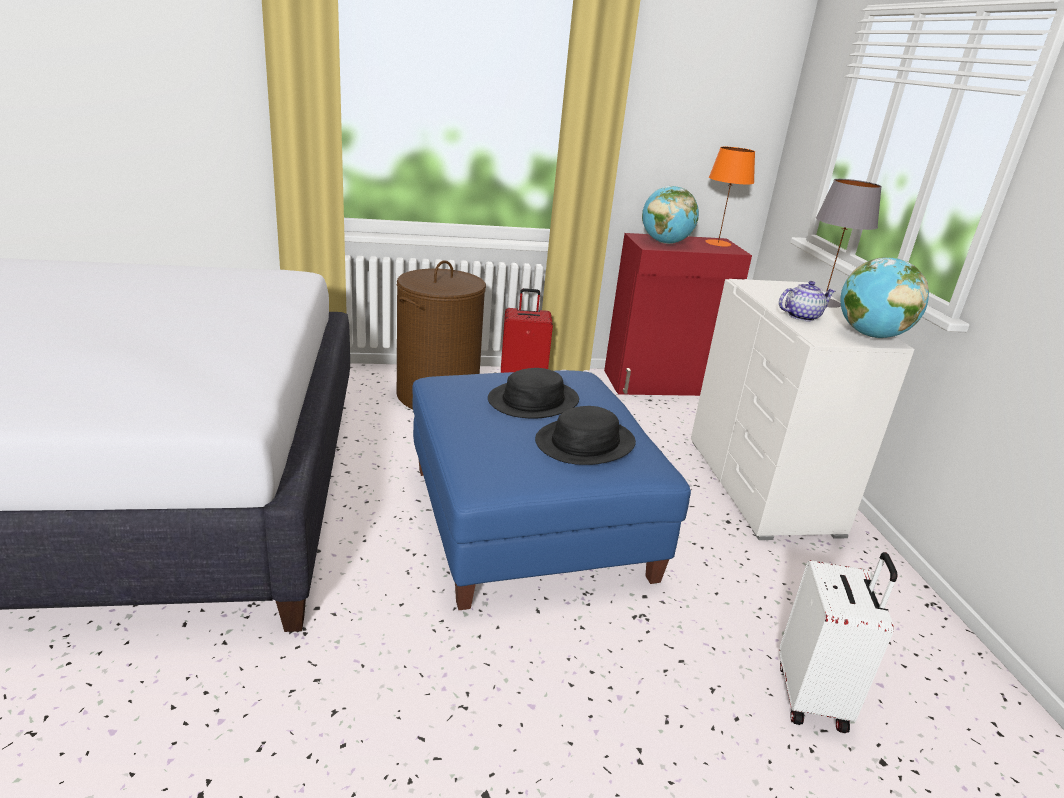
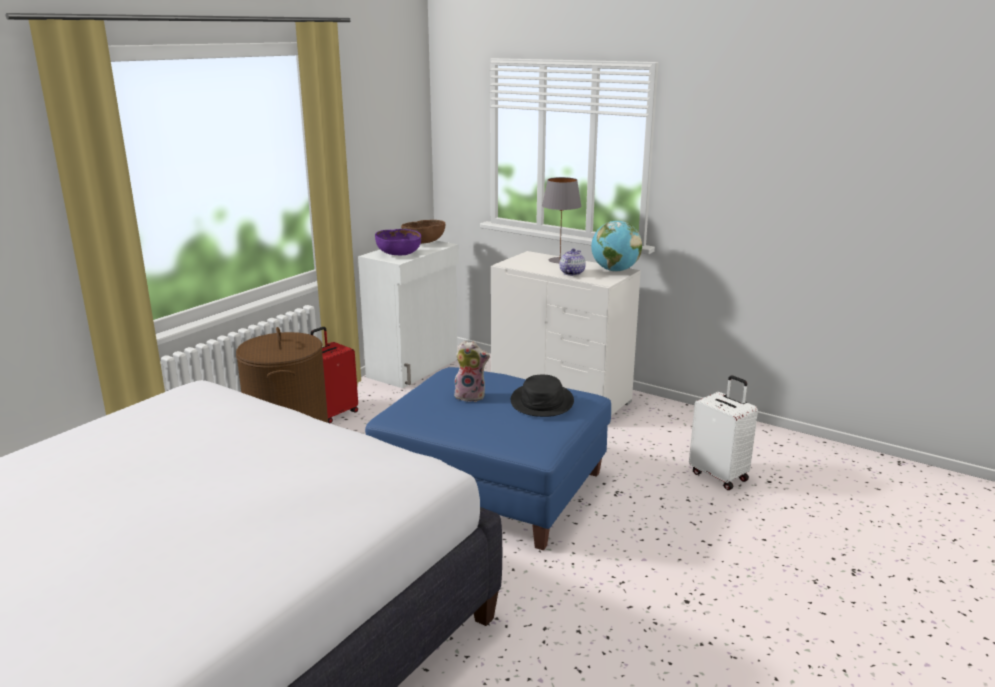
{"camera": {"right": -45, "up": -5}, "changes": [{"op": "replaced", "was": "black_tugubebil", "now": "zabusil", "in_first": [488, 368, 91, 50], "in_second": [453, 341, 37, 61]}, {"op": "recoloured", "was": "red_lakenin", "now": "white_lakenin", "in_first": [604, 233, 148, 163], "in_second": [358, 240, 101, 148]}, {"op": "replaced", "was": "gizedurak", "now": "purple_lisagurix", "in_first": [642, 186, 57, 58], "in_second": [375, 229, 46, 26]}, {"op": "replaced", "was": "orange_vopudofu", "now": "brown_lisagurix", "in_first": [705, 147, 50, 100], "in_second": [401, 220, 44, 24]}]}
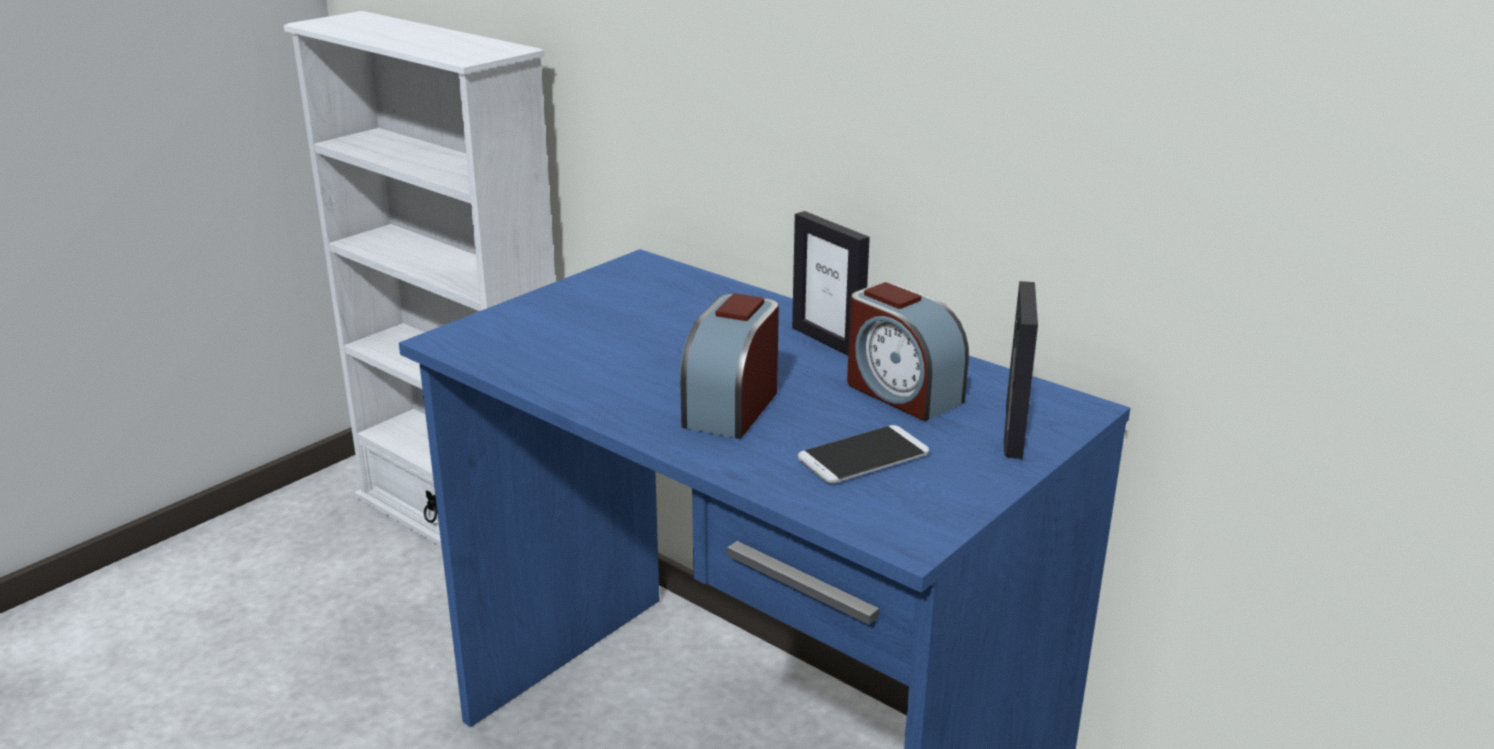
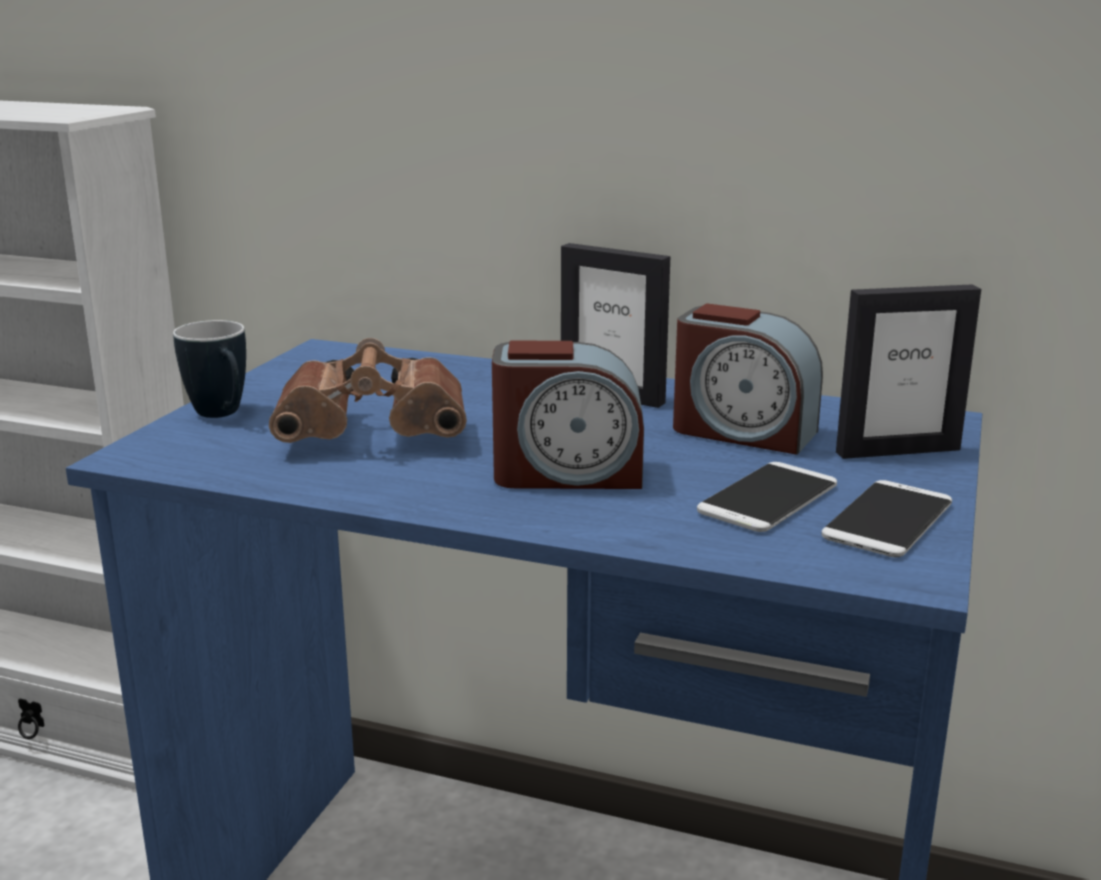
{"camera": {"right": -20, "up": -5}, "changes": [{"op": "turned", "was": "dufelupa", "in_first": [680, 293, 99, 146], "in_second": [492, 341, 152, 148], "clockwise": -90}, {"op": "turned", "was": "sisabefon", "in_first": [1004, 281, 34, 178], "in_second": [836, 284, 145, 175], "clockwise": 90}, {"op": "added", "now": "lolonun", "in_second": [173, 320, 73, 98]}, {"op": "added", "now": "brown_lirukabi", "in_second": [269, 338, 198, 105]}, {"op": "added", "now": "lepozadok", "in_second": [821, 480, 131, 77]}]}
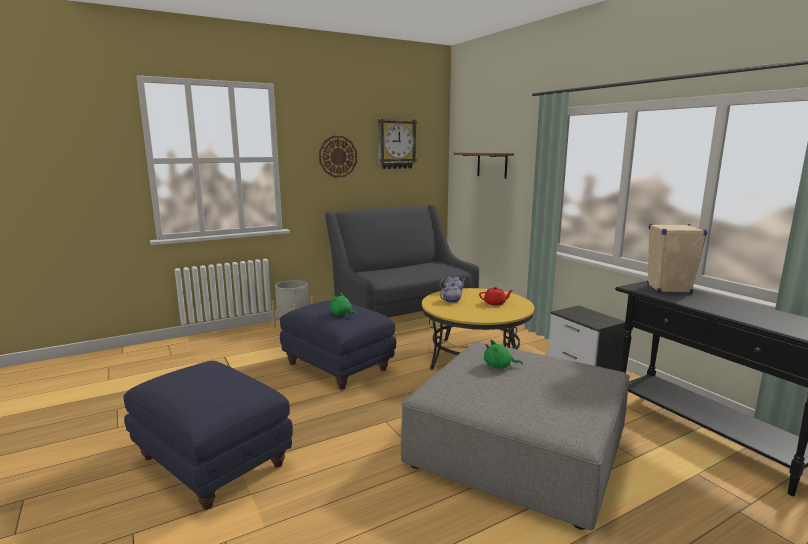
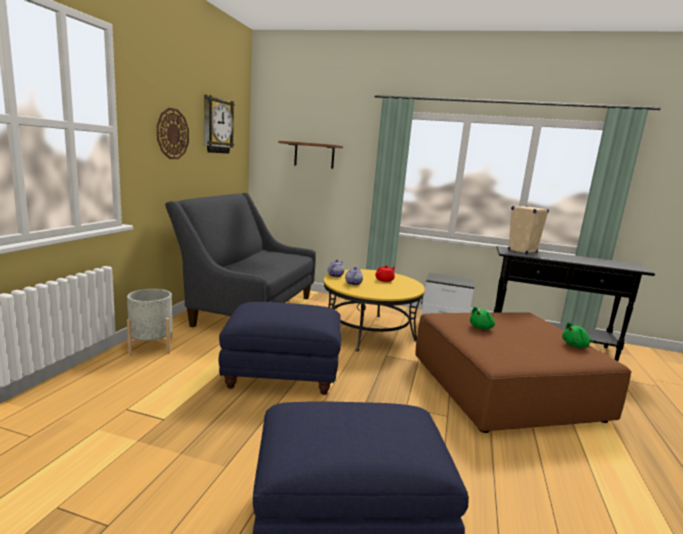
{"camera": {"right": -45, "up": 0}, "changes": [{"op": "moved", "was": "green_zabusil", "in_first": [330, 293, 28, 23], "in_second": [562, 322, 31, 26]}, {"op": "recoloured", "was": "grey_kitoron", "now": "brown_kitoron", "in_first": [401, 342, 229, 189], "in_second": [415, 313, 217, 120]}]}
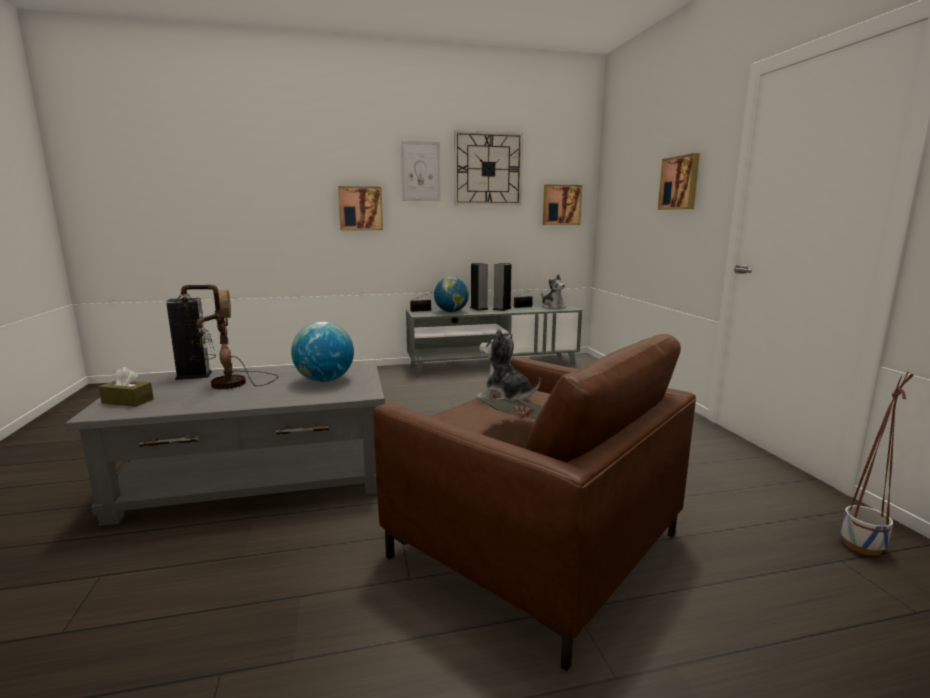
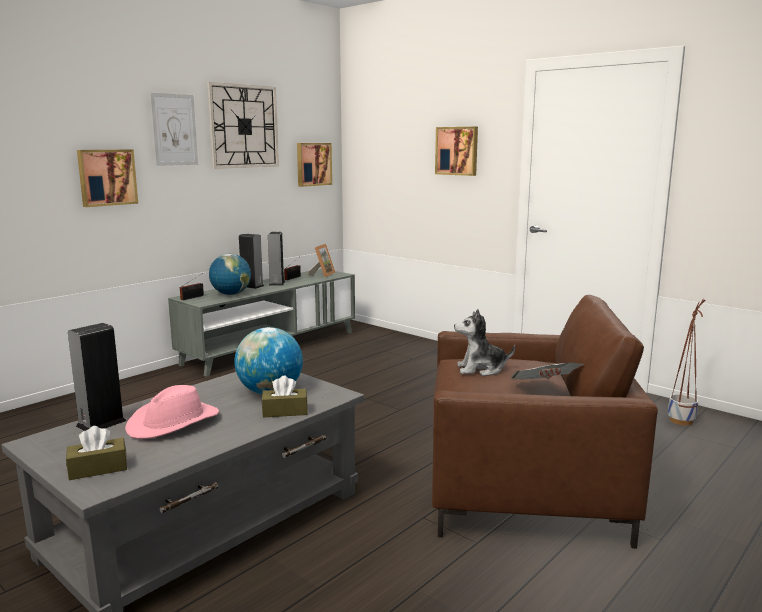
{"camera": {"right": -35, "up": 0}, "changes": [{"op": "replaced", "was": "vopudofu", "now": "pink_tugubebil", "in_first": [175, 284, 103, 105], "in_second": [125, 385, 94, 54]}, {"op": "replaced", "was": "zabusil", "now": "sisabefon", "in_first": [541, 274, 26, 35], "in_second": [308, 244, 28, 33]}, {"op": "added", "now": "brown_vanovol", "in_second": [262, 376, 46, 41]}]}
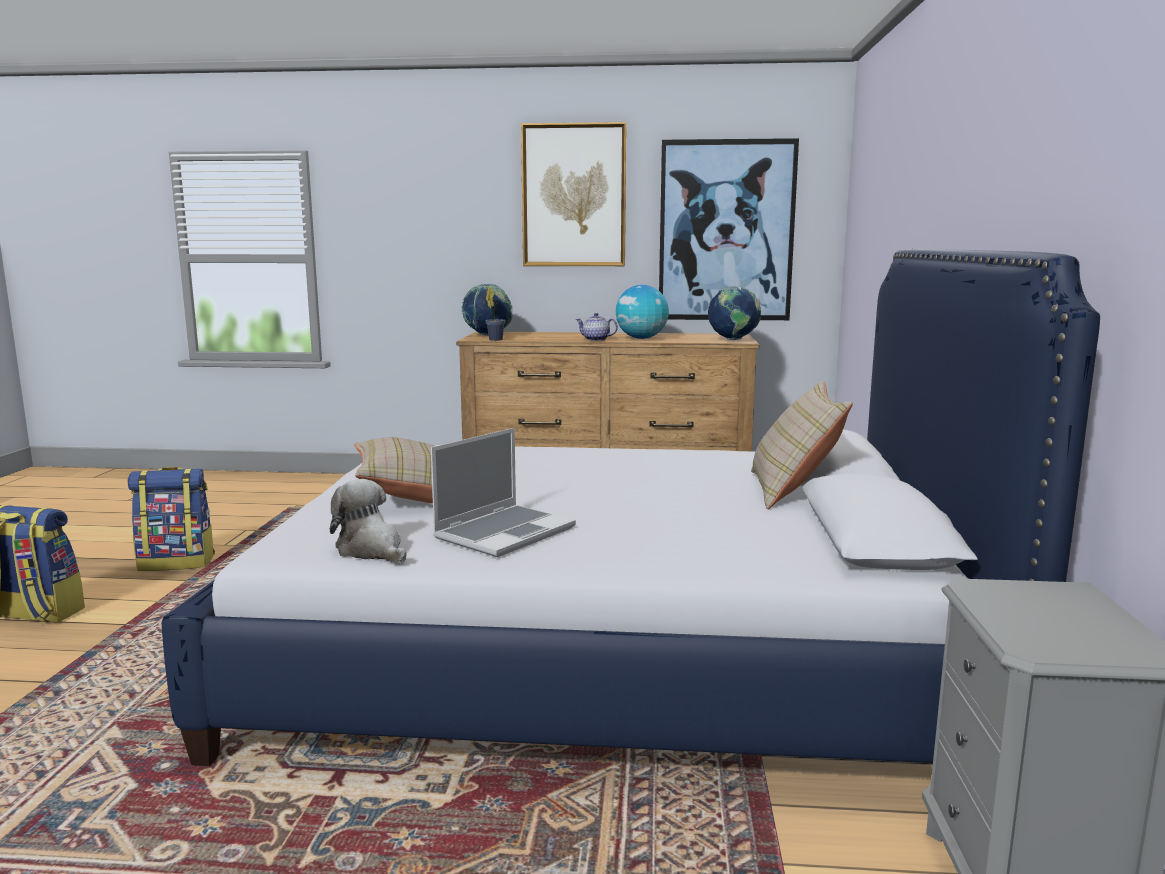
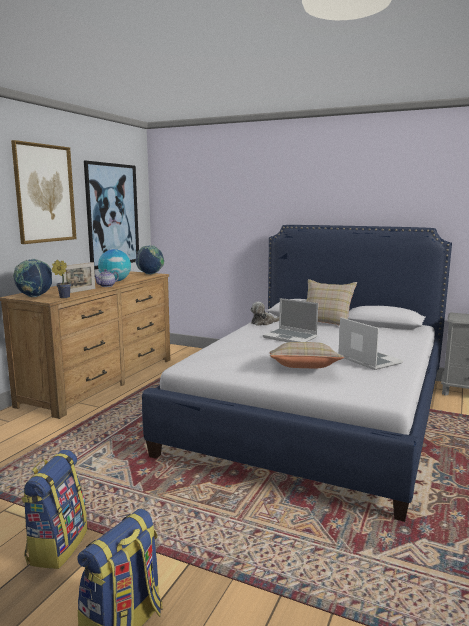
{"camera": {"right": -70, "up": 0}, "changes": [{"op": "moved", "was": "zabusil", "in_first": [330, 479, 76, 84], "in_second": [250, 302, 29, 24]}, {"op": "added", "now": "sisabefon", "in_second": [62, 262, 34, 31]}, {"op": "added", "now": "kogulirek", "in_second": [263, 298, 55, 44]}]}
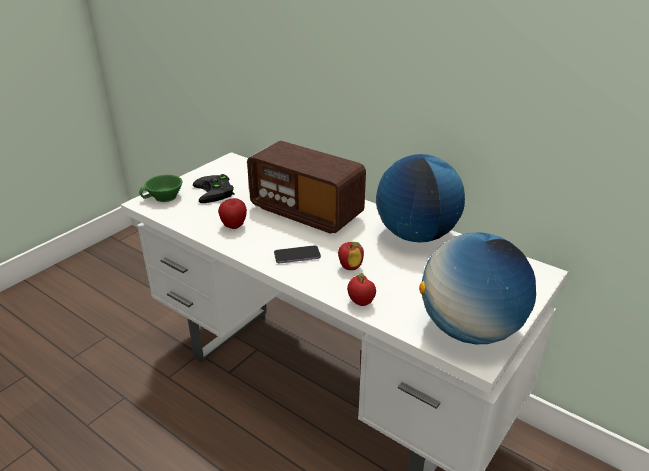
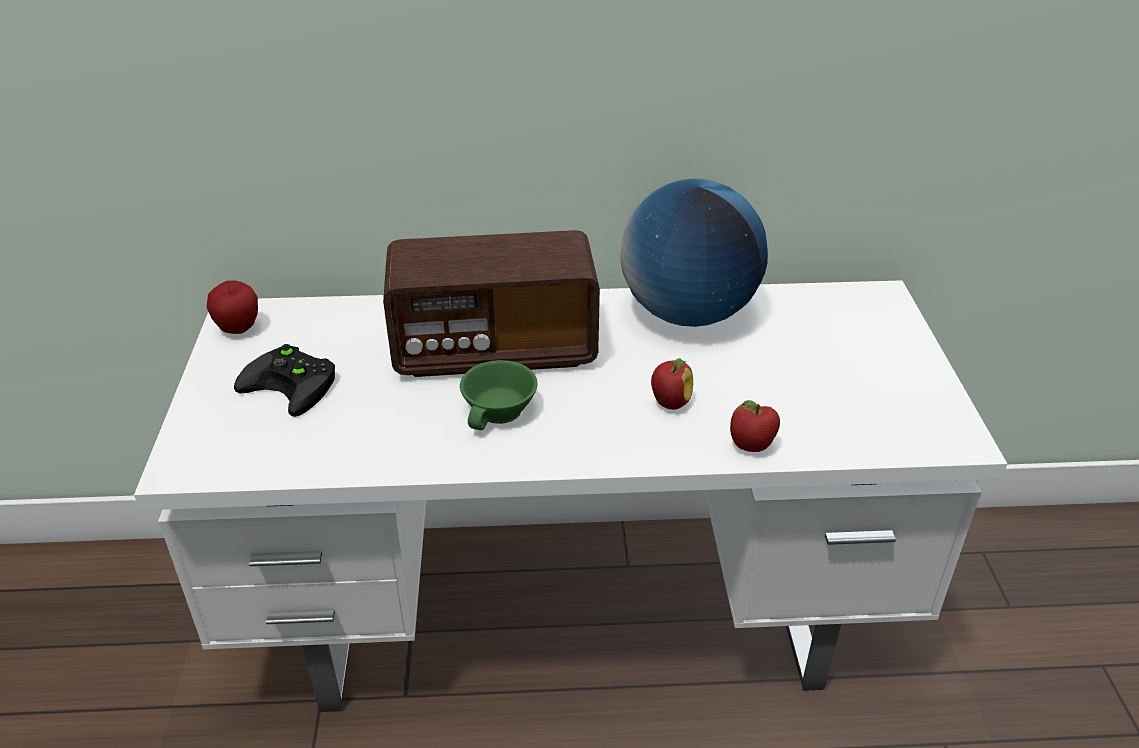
{"camera": {"right": -40, "up": 5}, "changes": [{"op": "moved", "was": "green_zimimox", "in_first": [139, 175, 43, 27], "in_second": [460, 360, 77, 70]}, {"op": "moved", "was": "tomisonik", "in_first": [218, 198, 29, 31], "in_second": [206, 280, 52, 54]}, {"op": "removed", "was": "lepozadok", "in_first": [274, 245, 47, 18]}, {"op": "removed", "was": "gizedurak", "in_first": [419, 233, 117, 111]}]}
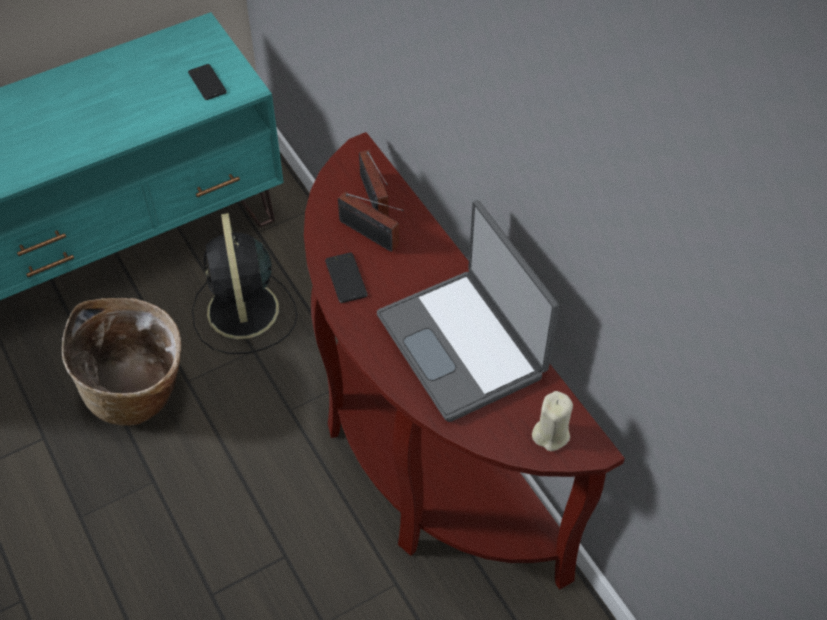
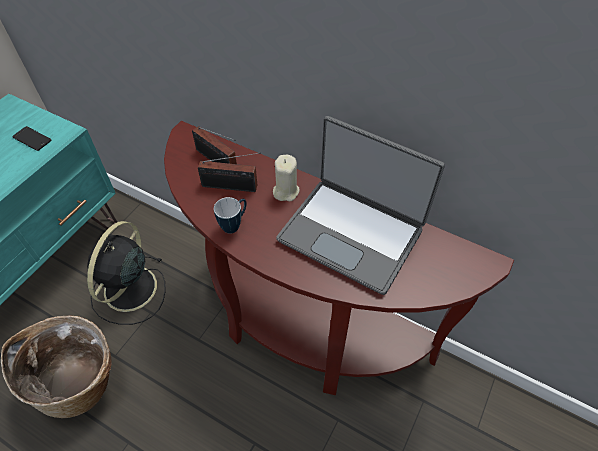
{"camera": {"right": -30, "up": 0}, "changes": [{"op": "turned", "was": "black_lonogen", "in_first": [192, 213, 105, 141], "in_second": [87, 221, 79, 104], "clockwise": 60}, {"op": "replaced", "was": "lepozadok", "now": "lolonun", "in_first": [325, 253, 43, 50], "in_second": [214, 197, 33, 37]}, {"op": "moved", "was": "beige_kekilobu", "in_first": [532, 391, 41, 60], "in_second": [273, 155, 27, 46]}]}
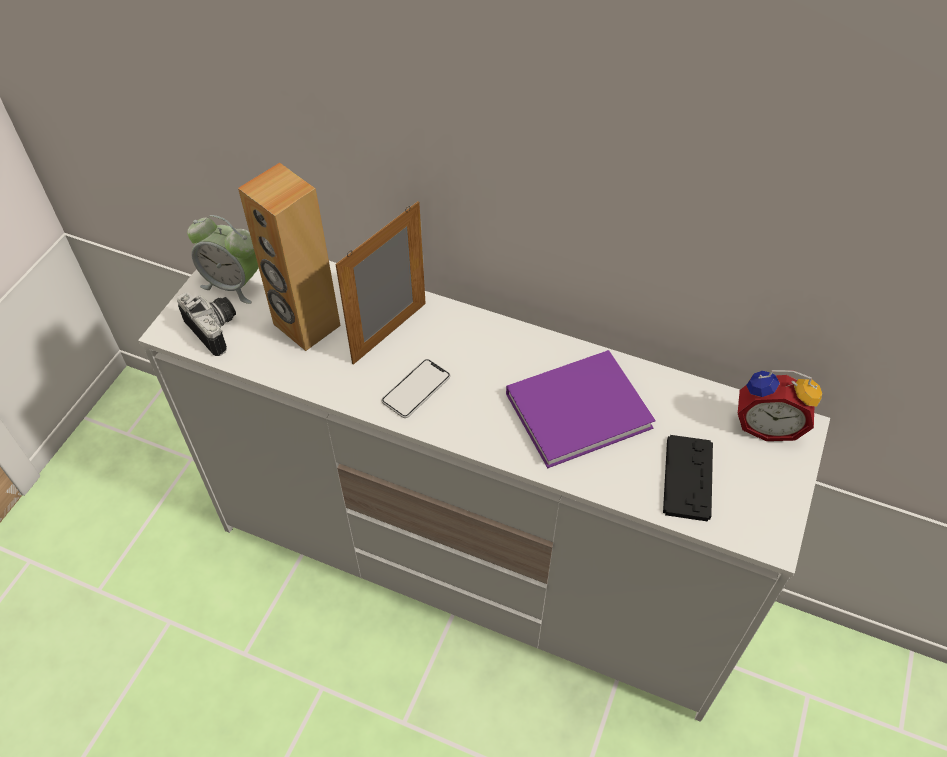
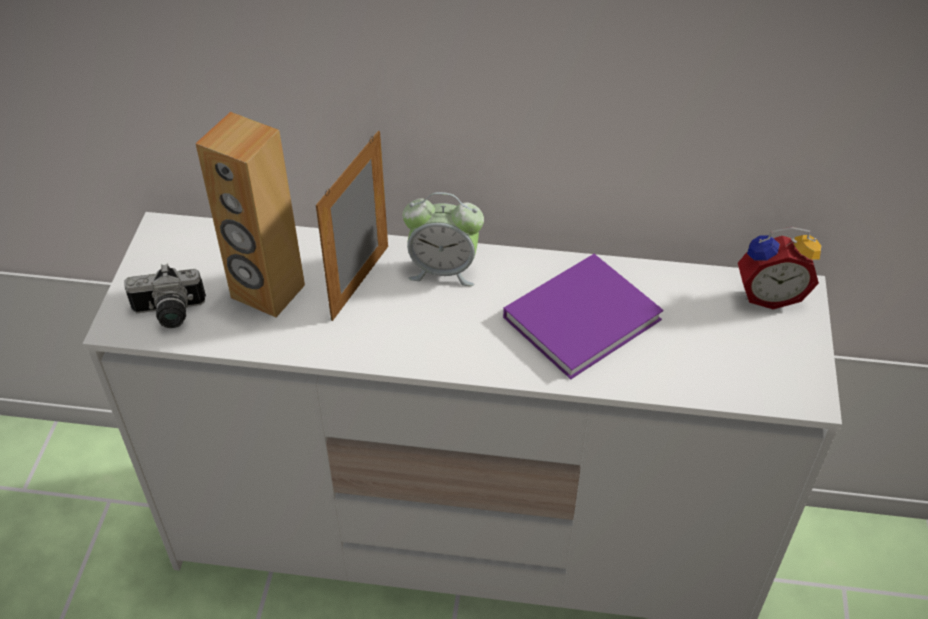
{"camera": {"right": -15, "up": -5}, "changes": [{"op": "turned", "was": "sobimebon", "in_first": [177, 292, 59, 64], "in_second": [124, 264, 82, 64], "clockwise": 135}, {"op": "moved", "was": "dufelupa", "in_first": [187, 215, 72, 89], "in_second": [402, 192, 82, 94]}, {"op": "removed", "was": "lepozadok", "in_first": [382, 359, 69, 59]}, {"op": "removed", "was": "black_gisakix", "in_first": [663, 435, 50, 87]}]}
